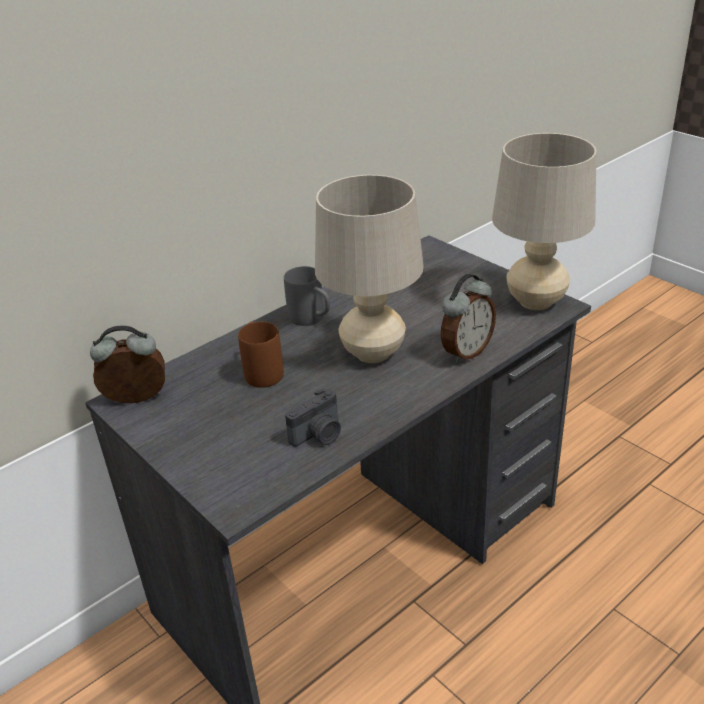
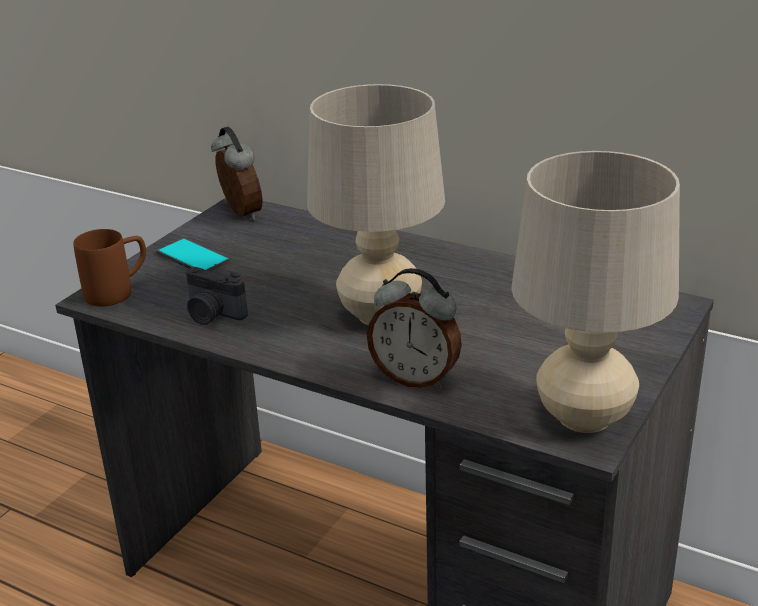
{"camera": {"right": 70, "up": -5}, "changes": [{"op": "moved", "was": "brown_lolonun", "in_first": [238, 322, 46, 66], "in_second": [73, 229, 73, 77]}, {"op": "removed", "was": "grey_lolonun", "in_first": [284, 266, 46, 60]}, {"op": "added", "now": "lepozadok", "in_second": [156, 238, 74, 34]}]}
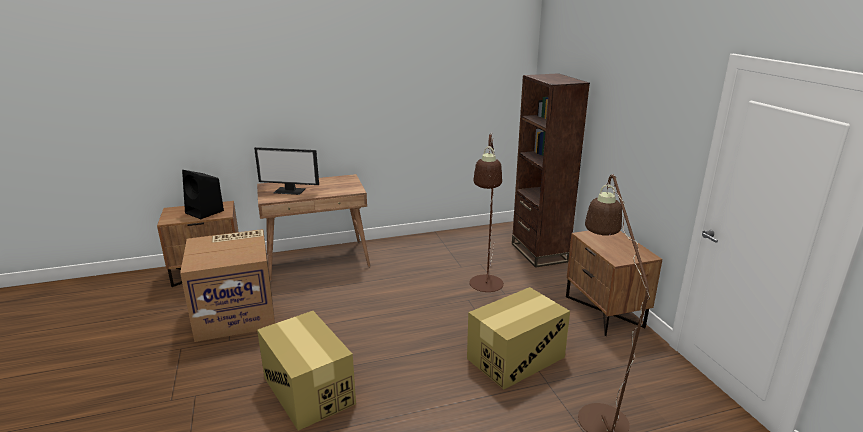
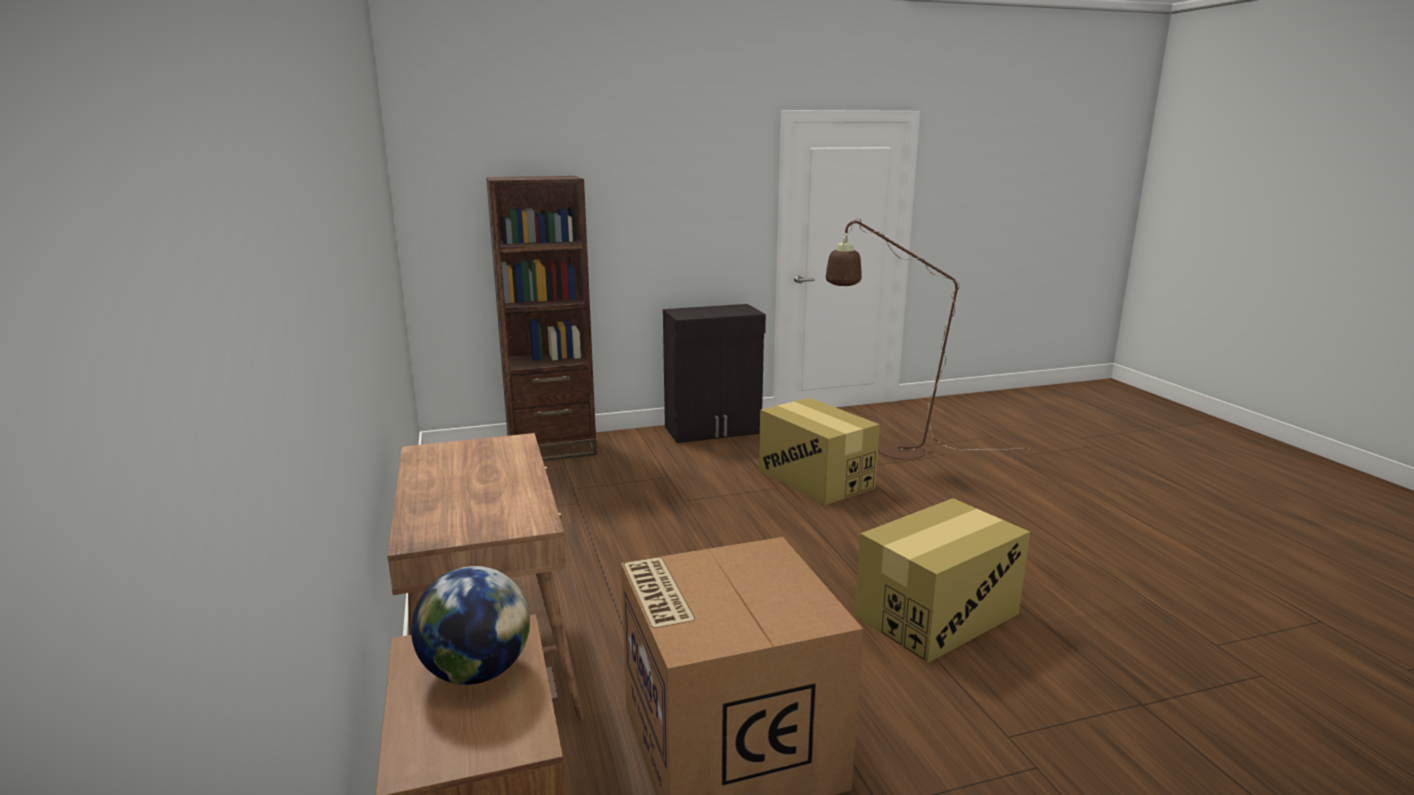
{"camera": {"right": -90, "up": -5}, "changes": [{"op": "replaced", "was": "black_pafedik", "now": "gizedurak", "in_first": [182, 170, 42, 49], "in_second": [411, 566, 119, 119]}, {"op": "removed", "was": "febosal", "in_first": [254, 147, 65, 48]}, {"op": "removed", "was": "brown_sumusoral", "in_first": [470, 132, 34, 160]}, {"op": "replaced", "was": "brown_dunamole", "now": "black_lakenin", "in_first": [566, 231, 96, 105], "in_second": [663, 304, 103, 139]}]}
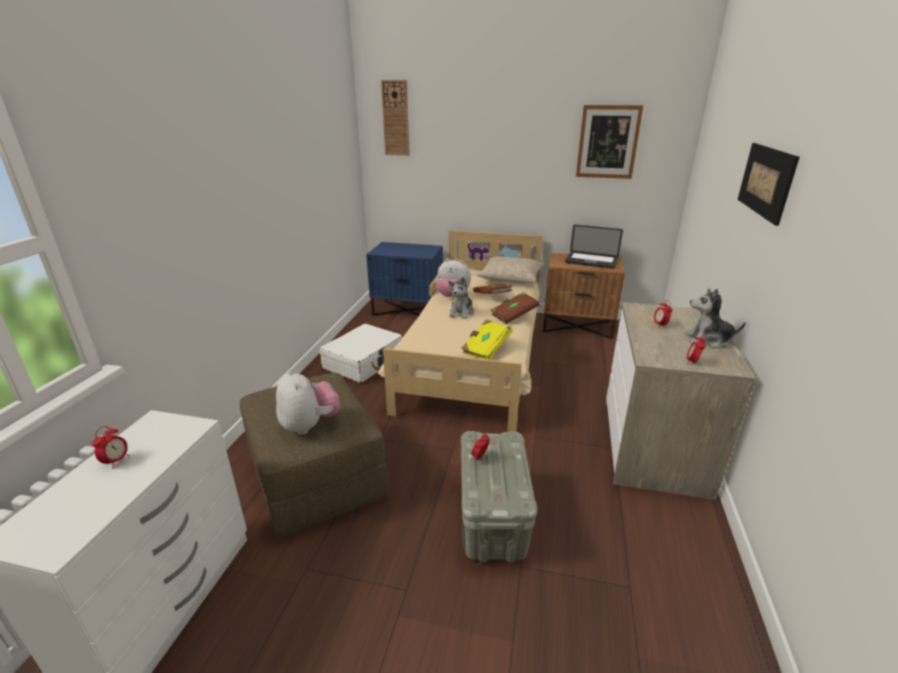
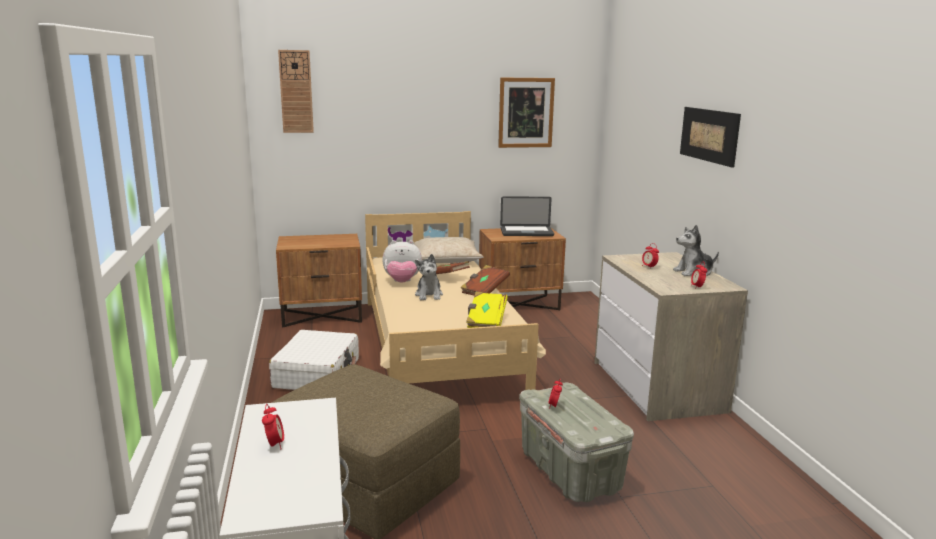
{"camera": {"right": -25, "up": -10}, "changes": [{"op": "removed", "was": "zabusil", "in_first": [276, 369, 64, 66]}, {"op": "recoloured", "was": "blue_dunamole", "now": "brown_dunamole", "in_first": [366, 242, 77, 74], "in_second": [276, 234, 86, 93]}]}
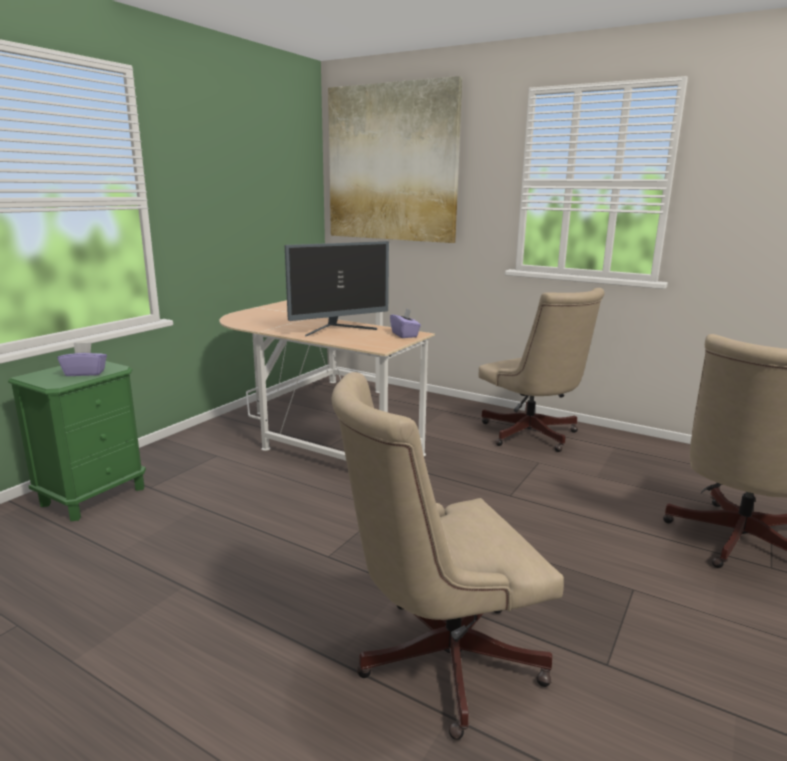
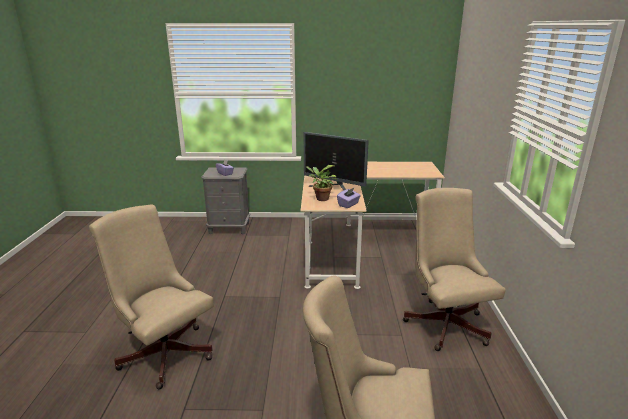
{"camera": {"right": 60, "up": 5}, "changes": [{"op": "recoloured", "was": "green_dunamole", "now": "grey_dunamole", "in_first": [8, 361, 138, 160], "in_second": [201, 167, 49, 67]}, {"op": "removed", "was": "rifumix", "in_first": [328, 76, 135, 167]}, {"op": "turned", "was": "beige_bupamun", "in_first": [479, 288, 126, 164], "in_second": [403, 188, 103, 163], "clockwise": 135}, {"op": "added", "now": "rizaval", "in_second": [306, 165, 31, 36]}]}
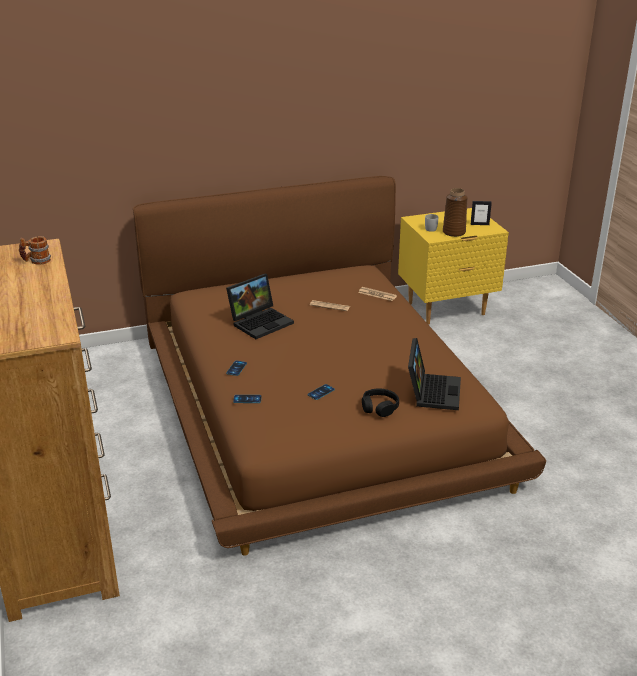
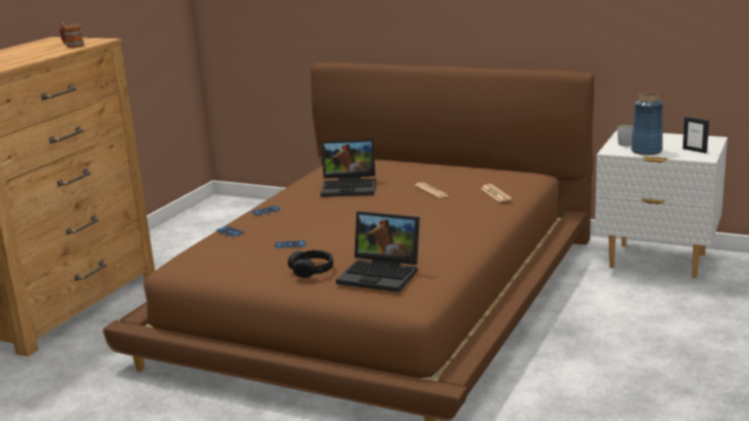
{"camera": {"right": 45, "up": -10}, "changes": [{"op": "recoloured", "was": "yellow_dunamole", "now": "white_dunamole", "in_first": [398, 208, 111, 116], "in_second": [595, 130, 133, 148]}, {"op": "turned", "was": "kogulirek", "in_first": [408, 338, 53, 72], "in_second": [336, 211, 84, 81], "clockwise": 60}, {"op": "recoloured", "was": "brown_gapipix", "now": "blue_gapipix", "in_first": [443, 188, 25, 49], "in_second": [631, 92, 32, 63]}]}
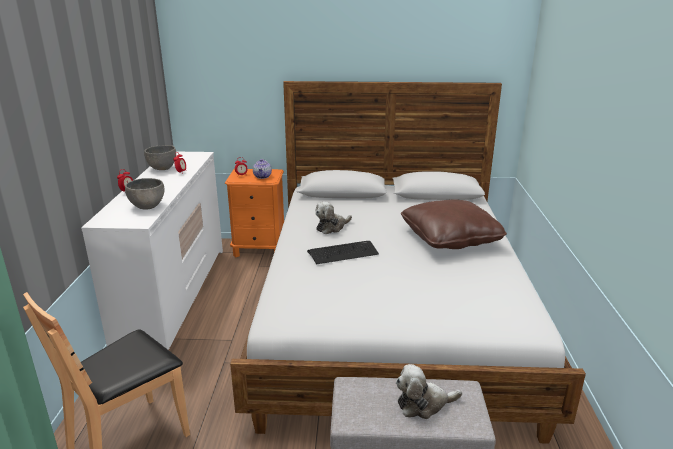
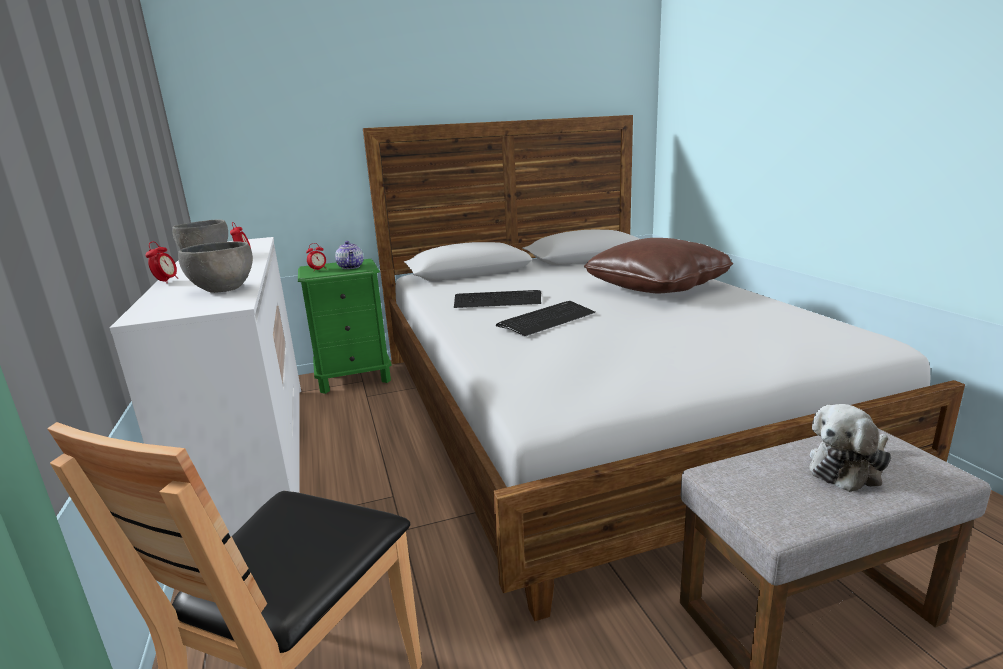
{"camera": {"right": -20, "up": -5}, "changes": [{"op": "recoloured", "was": "orange_dunamole", "now": "green_dunamole", "in_first": [225, 169, 59, 88], "in_second": [298, 259, 94, 135]}, {"op": "replaced", "was": "zabusil", "now": "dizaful", "in_first": [315, 202, 37, 32], "in_second": [454, 290, 87, 18]}]}
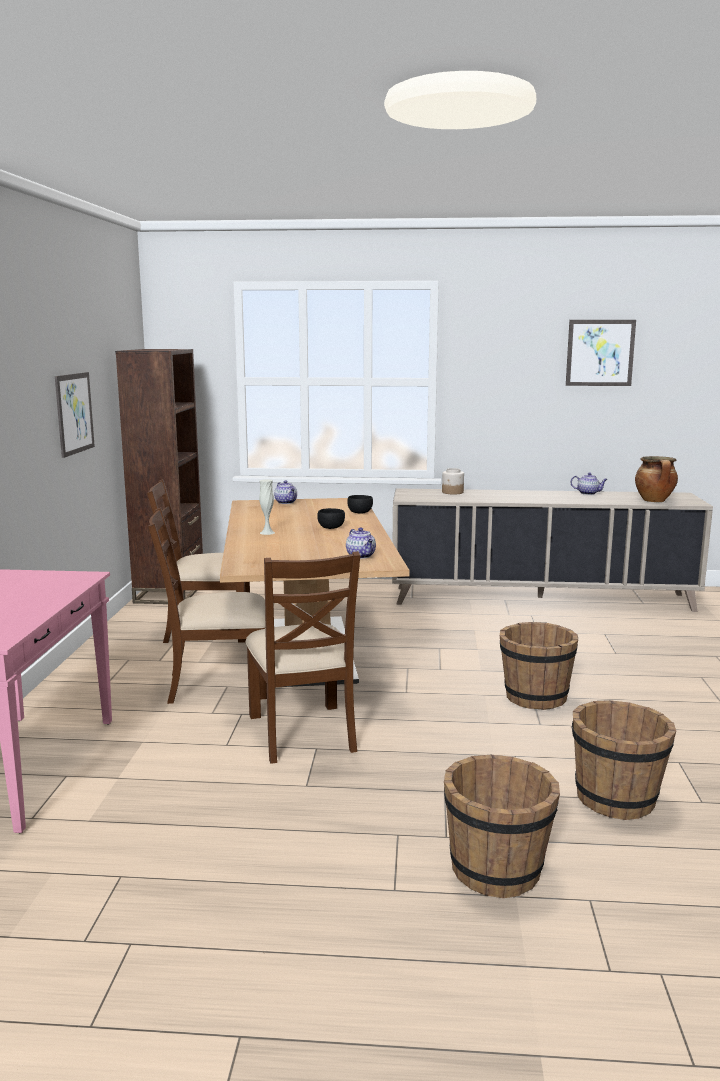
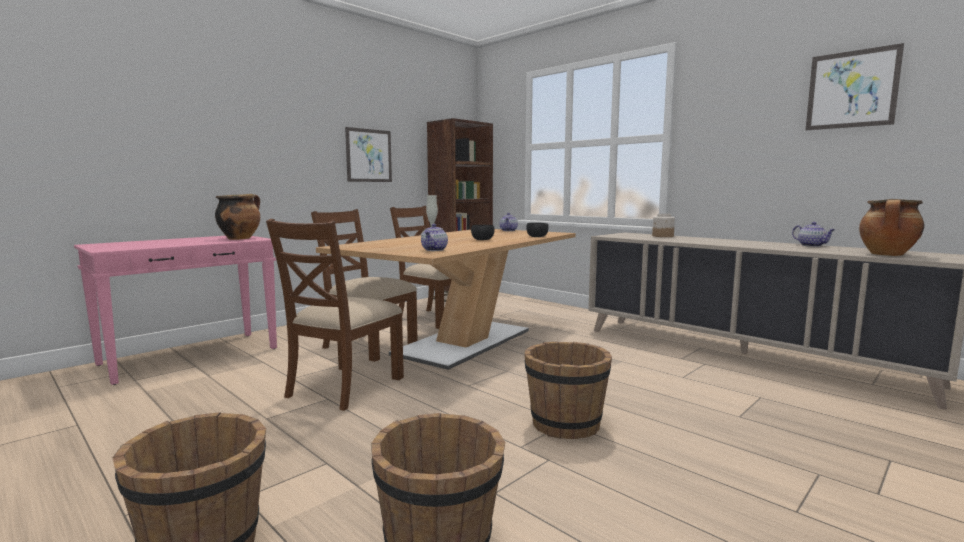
{"camera": {"right": 40, "up": -5}, "changes": [{"op": "added", "now": "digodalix", "in_second": [215, 194, 45, 46]}]}
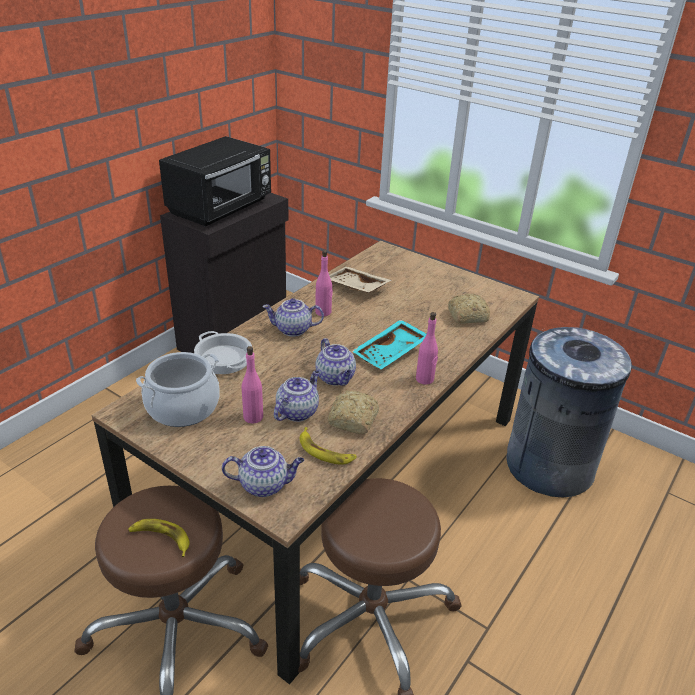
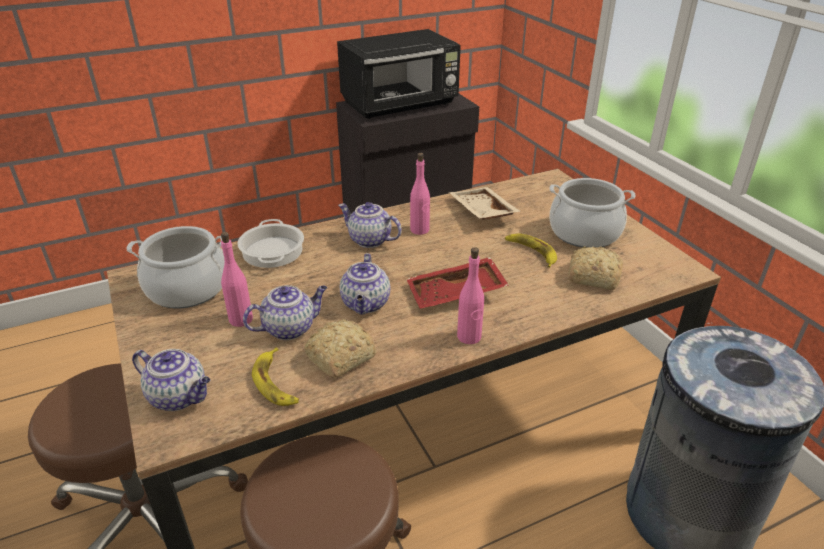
{"camera": {"right": 30, "up": 0}, "changes": [{"op": "moved", "was": "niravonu", "in_first": [128, 519, 62, 38], "in_second": [505, 233, 52, 35]}, {"op": "recoloured", "was": "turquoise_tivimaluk", "now": "red_tivimaluk", "in_first": [352, 319, 74, 50], "in_second": [407, 257, 102, 52]}, {"op": "added", "now": "digodalix", "in_second": [549, 178, 87, 70]}]}
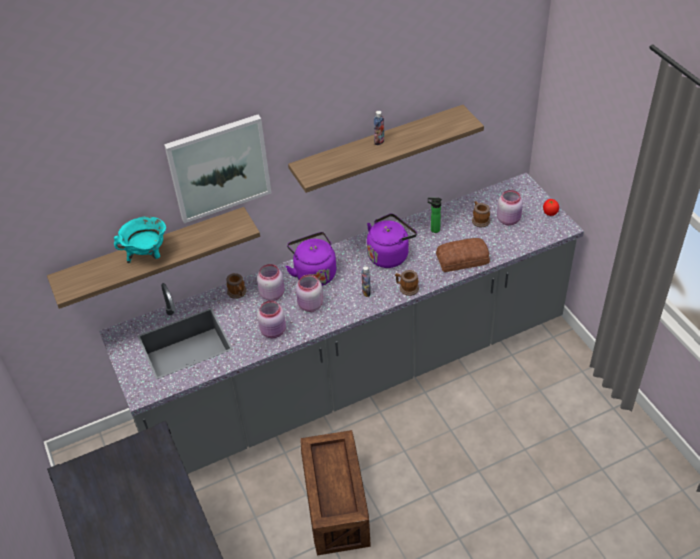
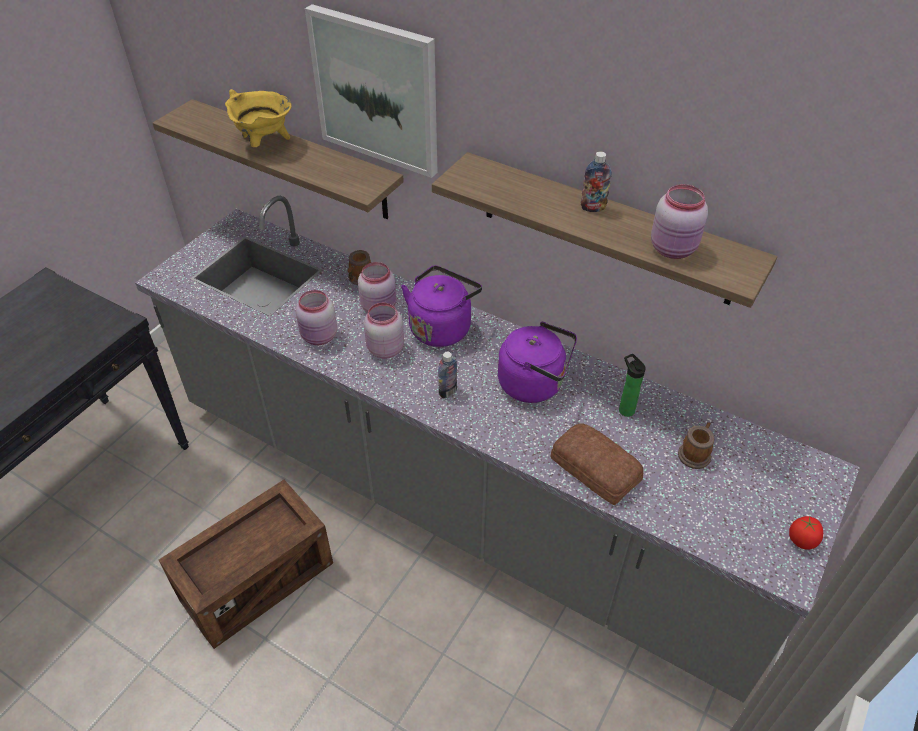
{"camera": {"right": 55, "up": 0}, "changes": [{"op": "recoloured", "was": "turquoise_digodalix", "now": "yellow_digodalix", "in_first": [114, 216, 52, 47], "in_second": [225, 89, 67, 58]}, {"op": "removed", "was": "lolonun", "in_first": [395, 270, 24, 26]}, {"op": "moved", "was": "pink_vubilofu", "in_first": [497, 190, 26, 35], "in_second": [651, 184, 57, 75]}]}
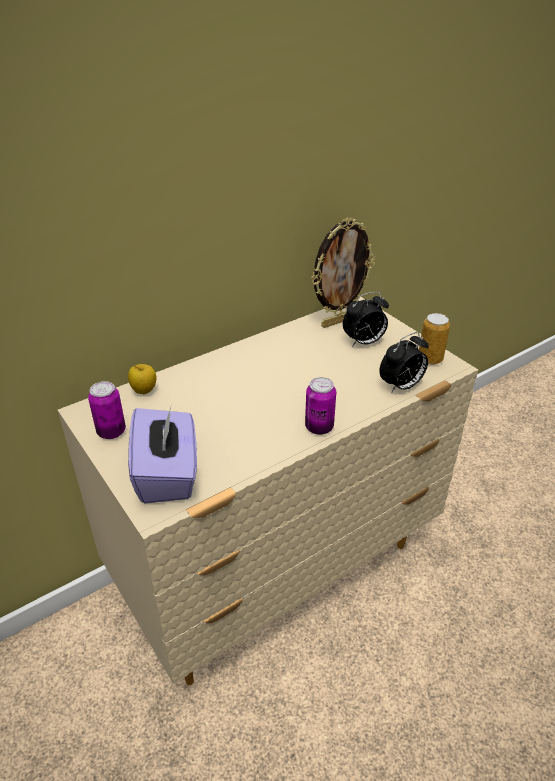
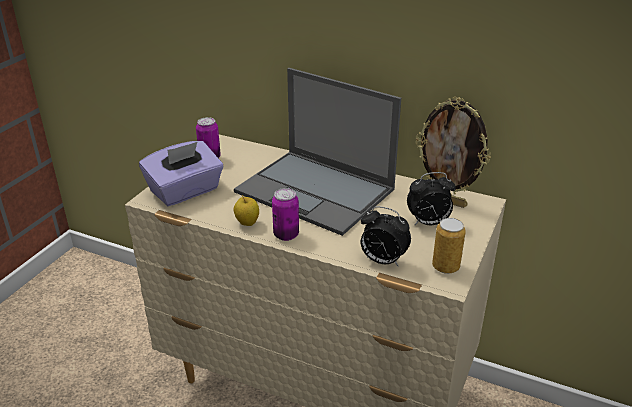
{"camera": {"right": 60, "up": -5}, "changes": [{"op": "moved", "was": "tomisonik", "in_first": [128, 364, 29, 30], "in_second": [234, 195, 25, 31]}, {"op": "turned", "was": "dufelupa", "in_first": [343, 292, 46, 55], "in_second": [407, 172, 49, 54], "clockwise": -45}, {"op": "added", "now": "kogulirek", "in_second": [234, 68, 167, 168]}]}
